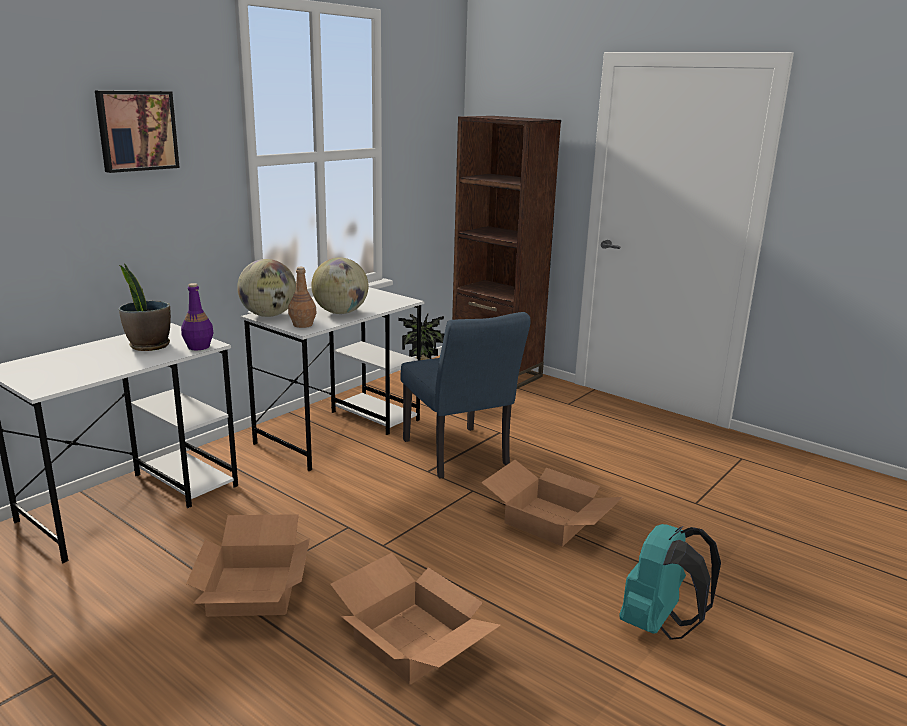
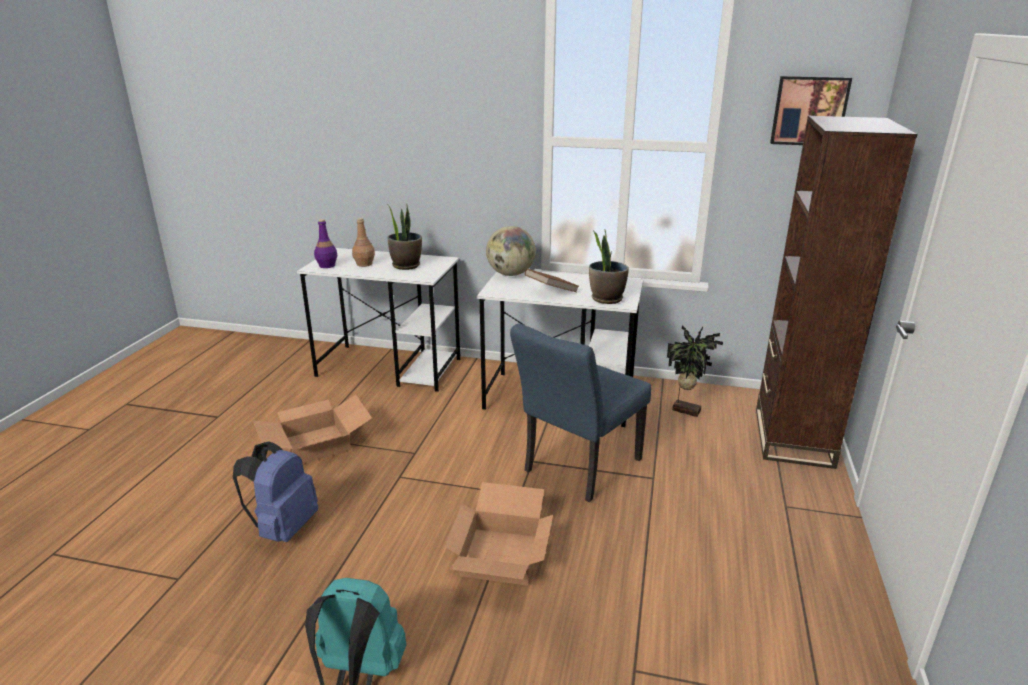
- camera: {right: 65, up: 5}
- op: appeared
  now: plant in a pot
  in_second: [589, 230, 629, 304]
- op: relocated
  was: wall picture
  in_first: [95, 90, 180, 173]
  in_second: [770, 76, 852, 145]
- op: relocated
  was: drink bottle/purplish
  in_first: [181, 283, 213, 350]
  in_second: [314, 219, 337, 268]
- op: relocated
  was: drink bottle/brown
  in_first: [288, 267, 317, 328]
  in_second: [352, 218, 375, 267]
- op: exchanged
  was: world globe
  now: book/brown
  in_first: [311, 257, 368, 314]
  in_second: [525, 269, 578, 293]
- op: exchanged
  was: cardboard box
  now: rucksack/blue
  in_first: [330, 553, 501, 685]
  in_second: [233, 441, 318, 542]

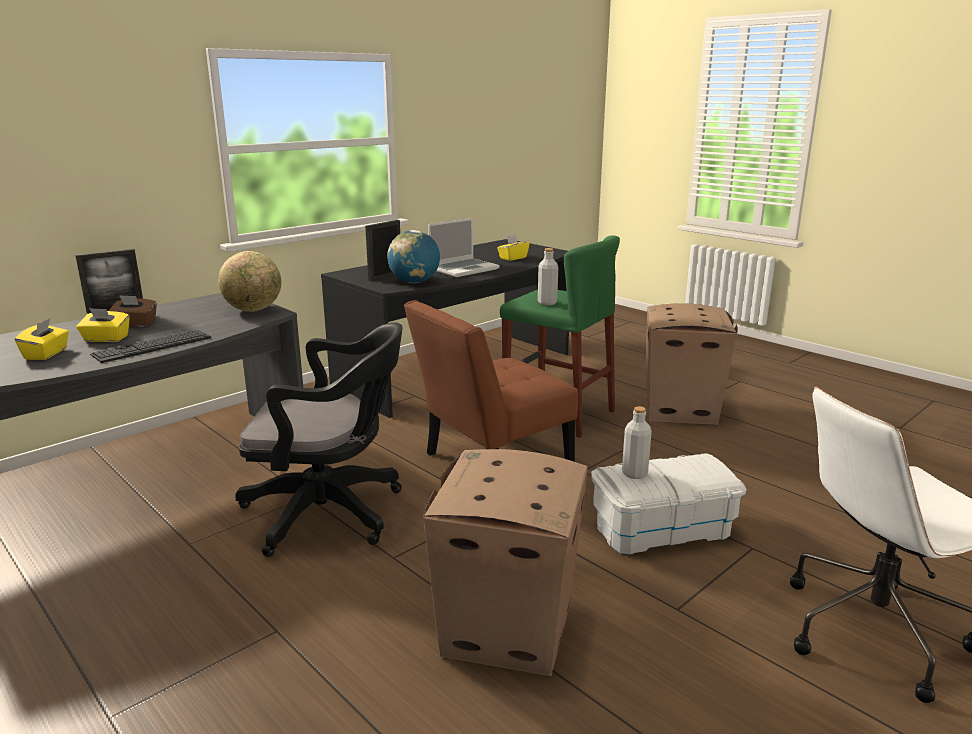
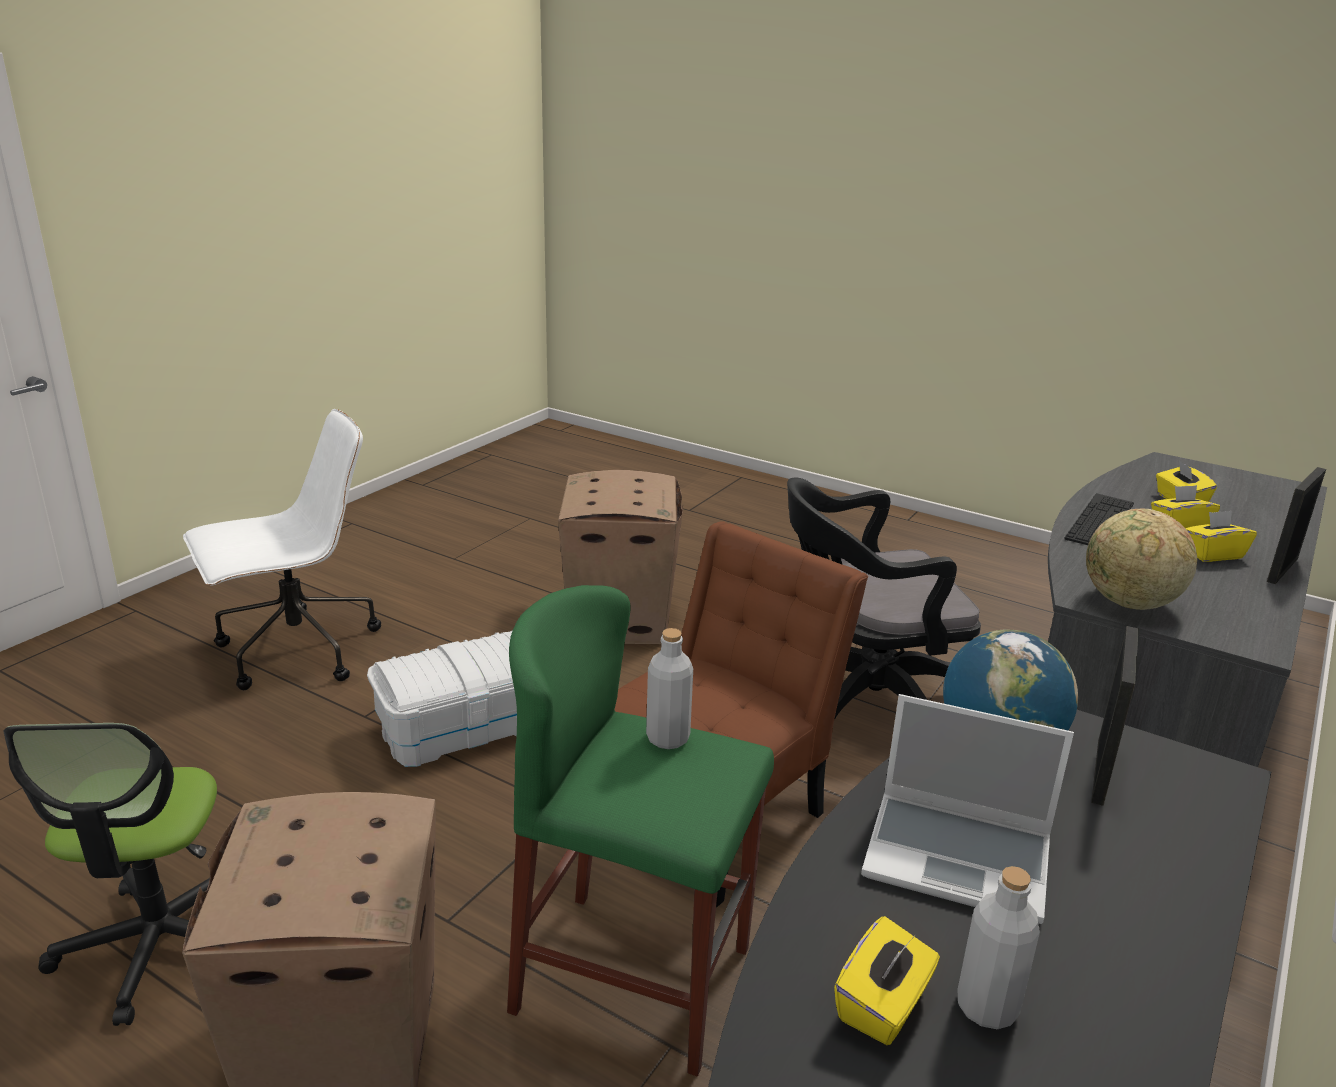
- camera: {right: 165, up: 5}
- op: appeared
  now: desk chair
  in_second: [3, 723, 217, 1026]
- op: relocated
  was: drink bottle/gray
  in_first: [622, 406, 652, 479]
  in_second: [958, 866, 1040, 1029]
- op: colour
  was: tissue box/brown
  now: tissue box/yellowish
  in_first: [109, 295, 157, 327]
  in_second: [1185, 511, 1257, 562]
- op: spun
  was: laptop
  in_first: [428, 218, 500, 277]
  in_second: [861, 694, 1074, 924]
  clockwise: -105

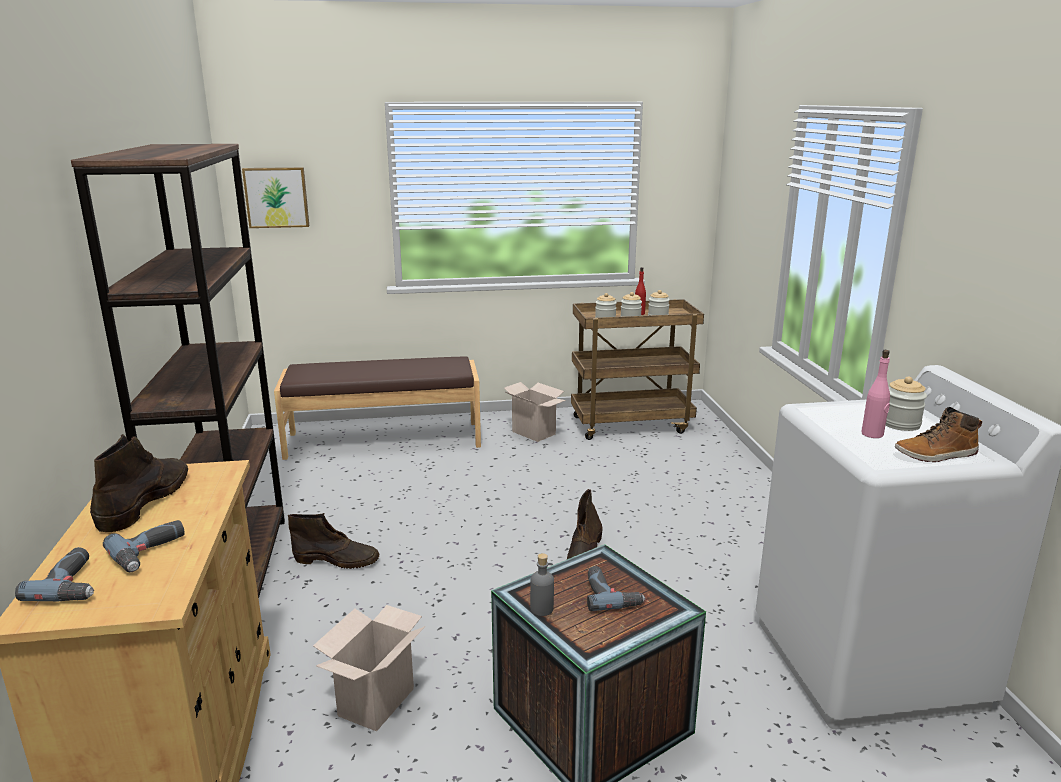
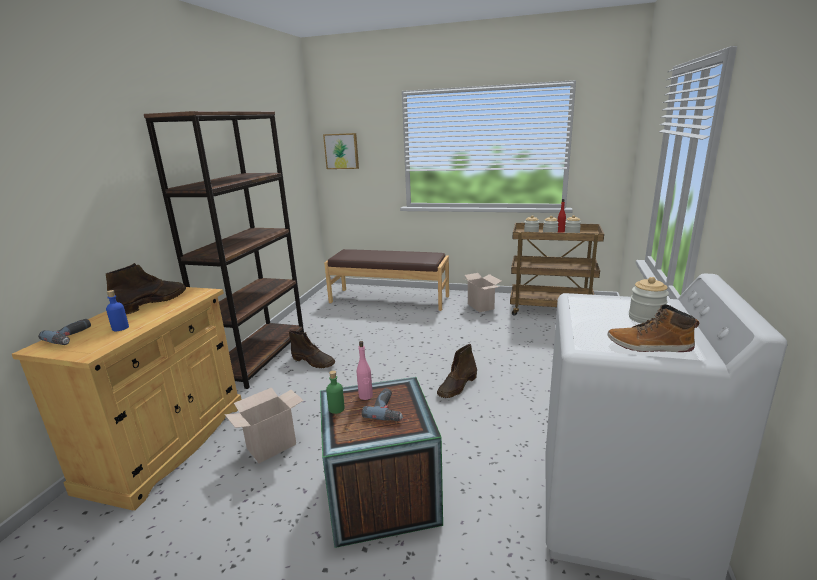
- camera: {right: 25, up: 0}
- op: relocated
  was: drink bottle/pink
  in_first: [861, 350, 890, 438]
  in_second: [357, 341, 373, 400]
- op: exchanged
  was: power drill
  now: drink bottle/blue
  in_first: [103, 520, 185, 572]
  in_second: [106, 290, 129, 331]
- op: colour
  was: drink bottle/gray
  now: drink bottle/green
  in_first: [530, 553, 554, 616]
  in_second: [326, 370, 345, 414]

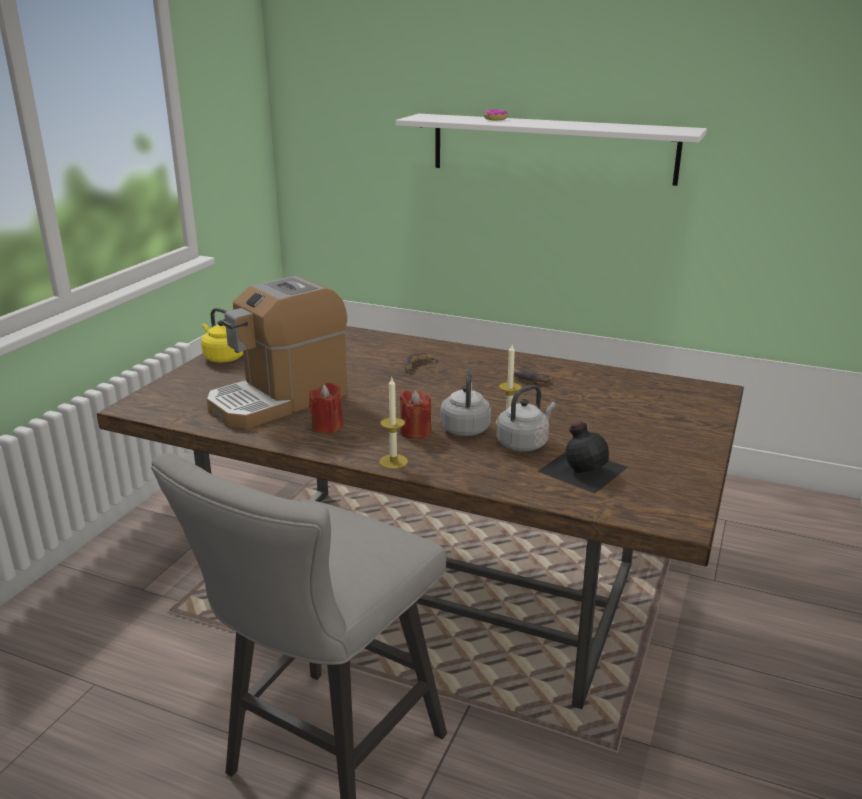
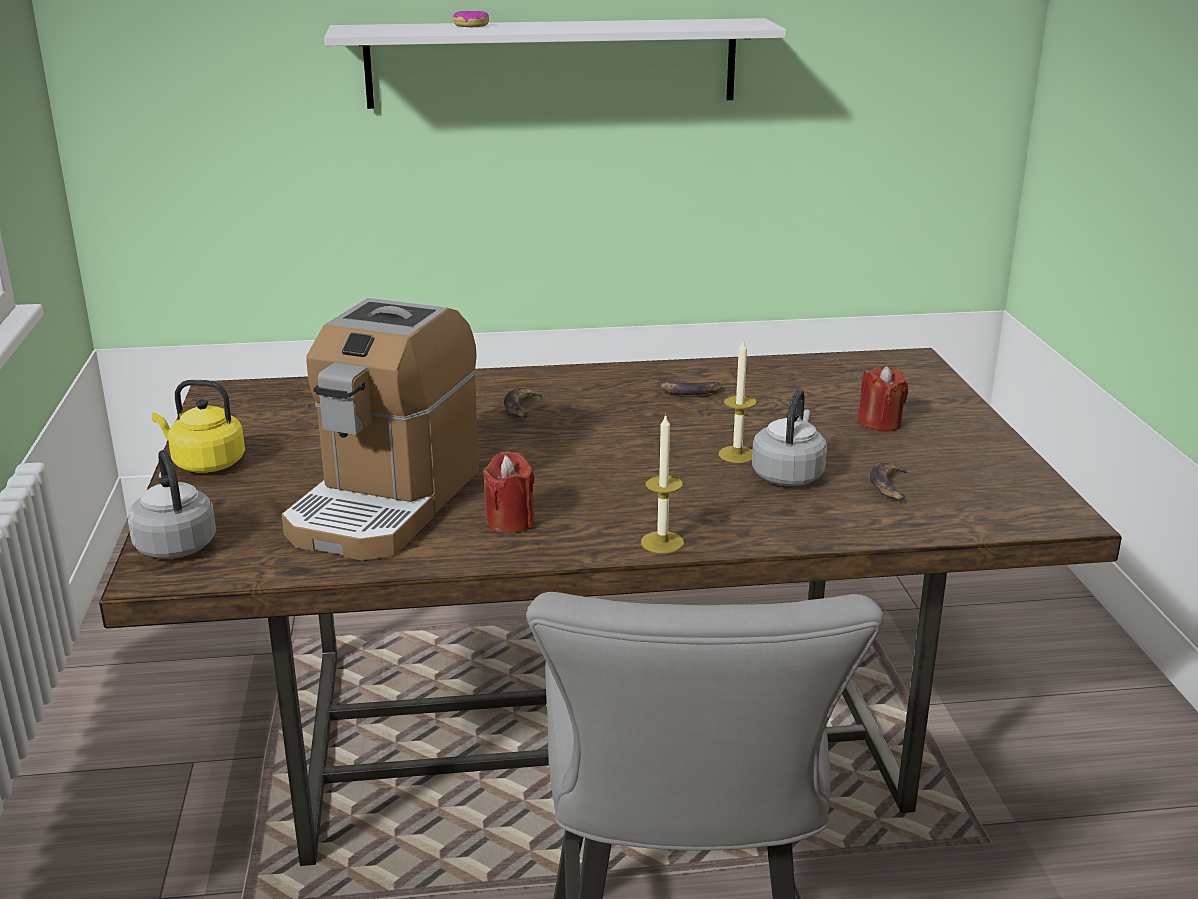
- camera: {right: -30, up: 0}
- op: relocated
  was: wax candle/red-coloured
  in_first: [400, 390, 431, 439]
  in_second: [857, 366, 908, 432]
- op: relocated
  was: kettle/gray
  in_first: [440, 370, 491, 436]
  in_second: [128, 450, 216, 559]
- op: exchanged
  was: drink bottle/black
  now: banana fruit
  in_first: [538, 421, 628, 493]
  in_second: [870, 462, 911, 500]

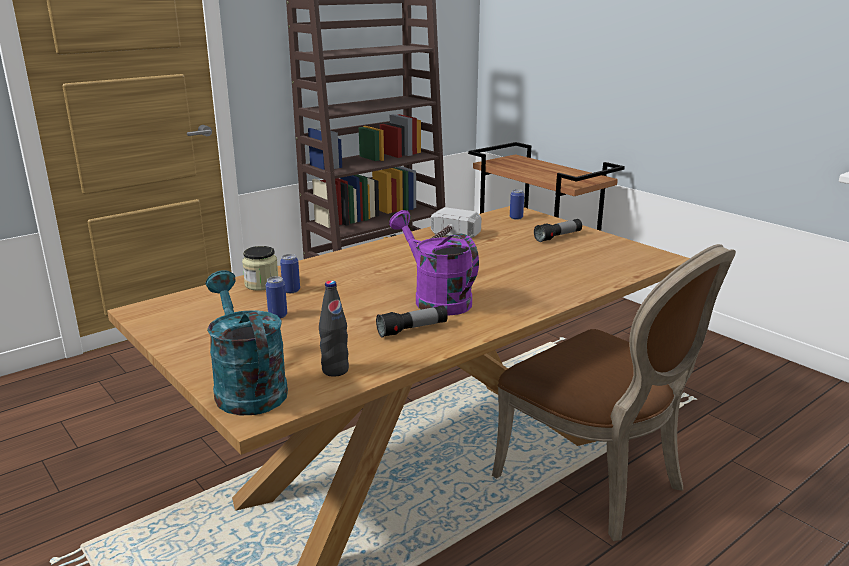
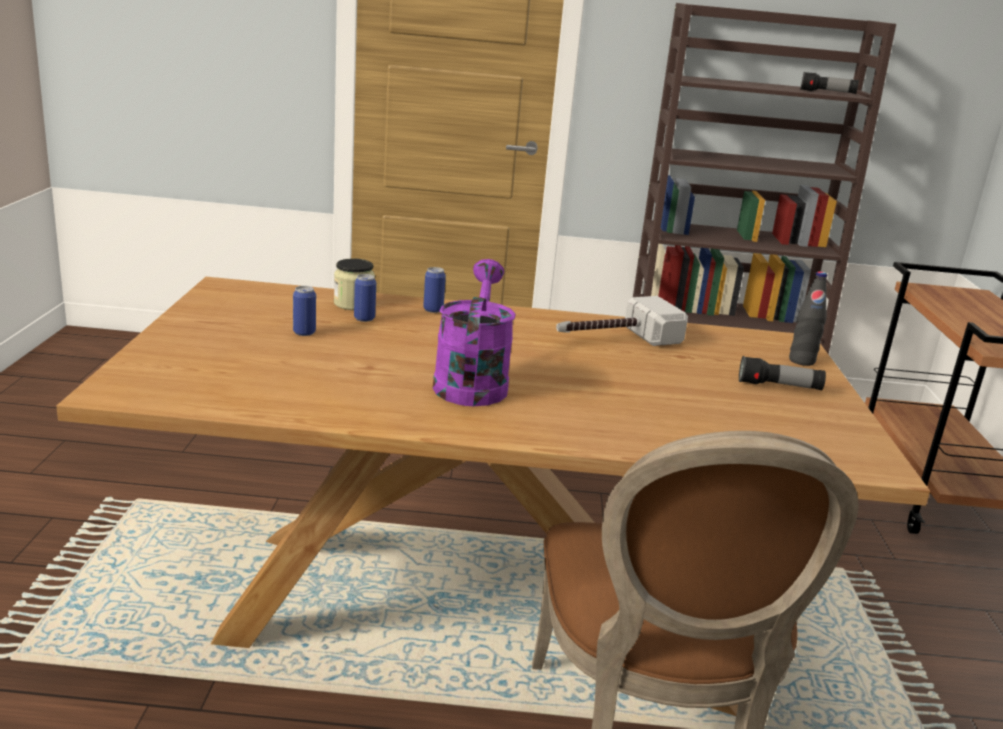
- camera: {right: 40, up: 0}
- op: missing
  was: watering can/blue-green
  in_first: [205, 270, 288, 416]
- op: relocated
  was: drink bottle/black
  in_first: [319, 281, 349, 377]
  in_second: [789, 271, 827, 366]
- op: relocated
  was: flashlight
  in_first: [376, 305, 447, 338]
  in_second: [800, 72, 859, 94]
- op: relocated
  was: sealed can
  in_first: [510, 189, 524, 220]
  in_second: [423, 267, 446, 313]

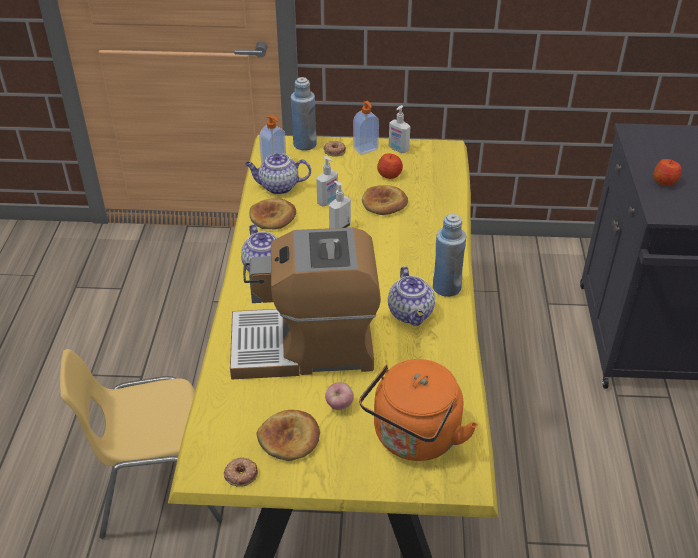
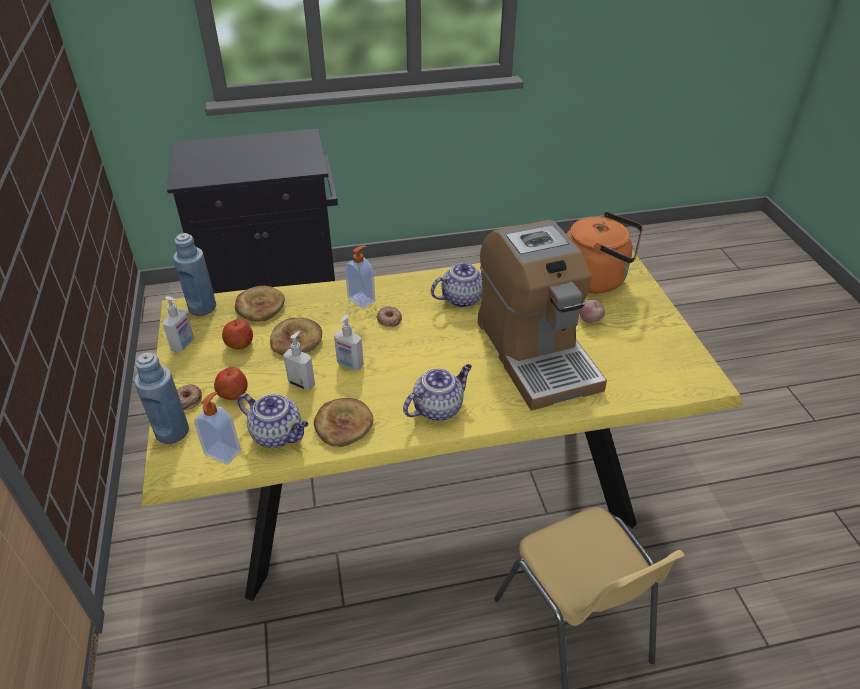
- camera: {right: -105, up: 0}
- op: relocated
  was: doughnut
  in_first: [224, 458, 258, 487]
  in_second: [377, 306, 402, 327]
- op: relocated
  was: bakery bread
  in_first: [256, 410, 320, 461]
  in_second: [235, 286, 285, 322]
- op: relocated
  was: soap dispenser
  in_first: [353, 101, 379, 155]
  in_second: [345, 246, 375, 308]
- op: relocated
  was: drink bottle/blue
  in_first: [433, 214, 466, 297]
  in_second: [173, 233, 216, 316]
- op: relocated
  was: apple fruit
  in_first: [653, 159, 682, 186]
  in_second: [214, 367, 248, 400]
- op: spun
  was: pot for tea
  in_first: [245, 153, 311, 195]
  in_second: [238, 393, 309, 448]
  clockwise: -45

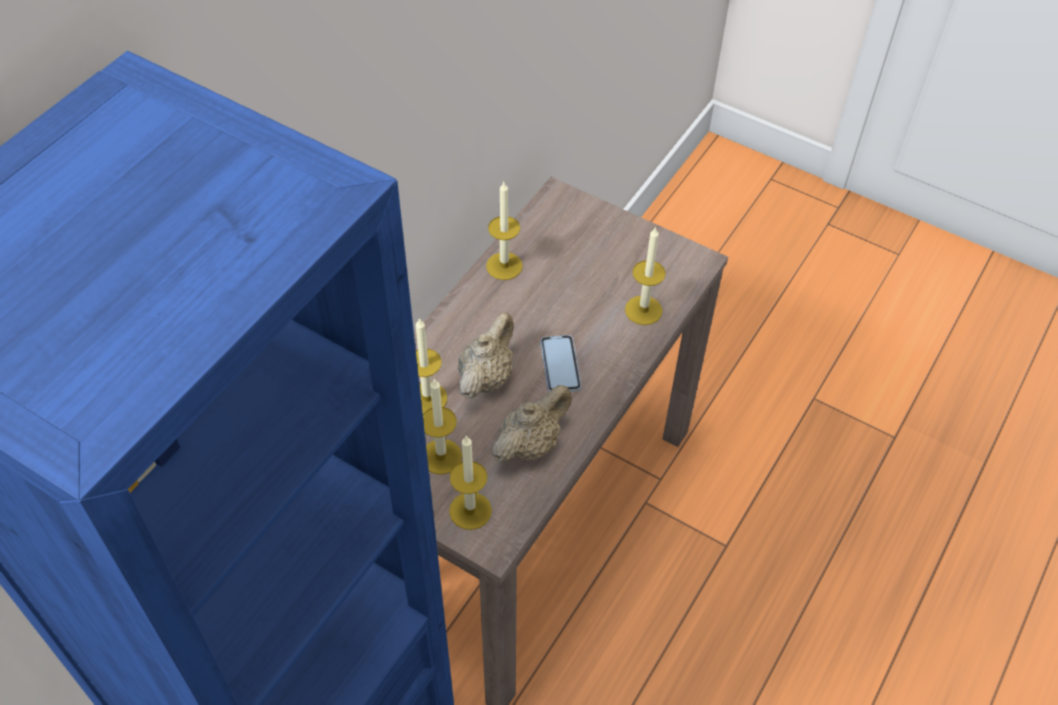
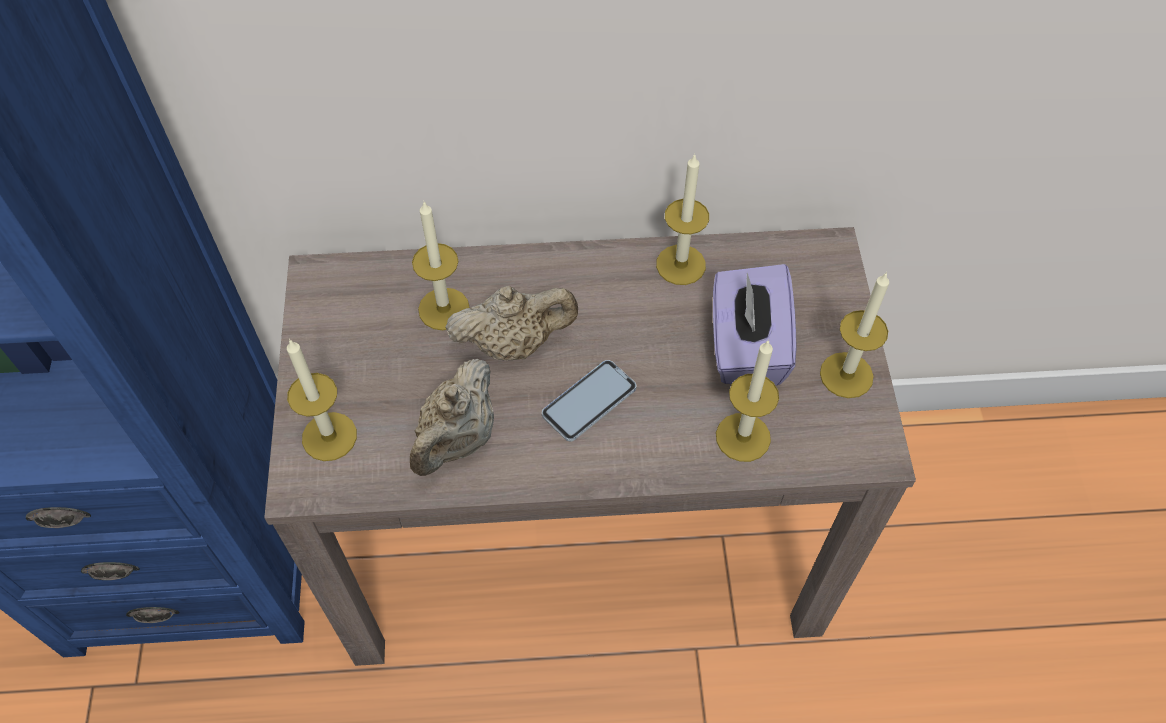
- camera: {right: 55, up: 5}
- op: appeared
  now: tissue box/purplish
  in_second: [713, 264, 797, 386]
- op: relocated
  was: wax candle
  in_first: [423, 378, 462, 475]
  in_second: [820, 272, 889, 398]
- op: spun
  was: pot for tea/beige-coloured
  in_first: [492, 385, 572, 463]
  in_second: [410, 358, 494, 476]
  clockwise: 105

